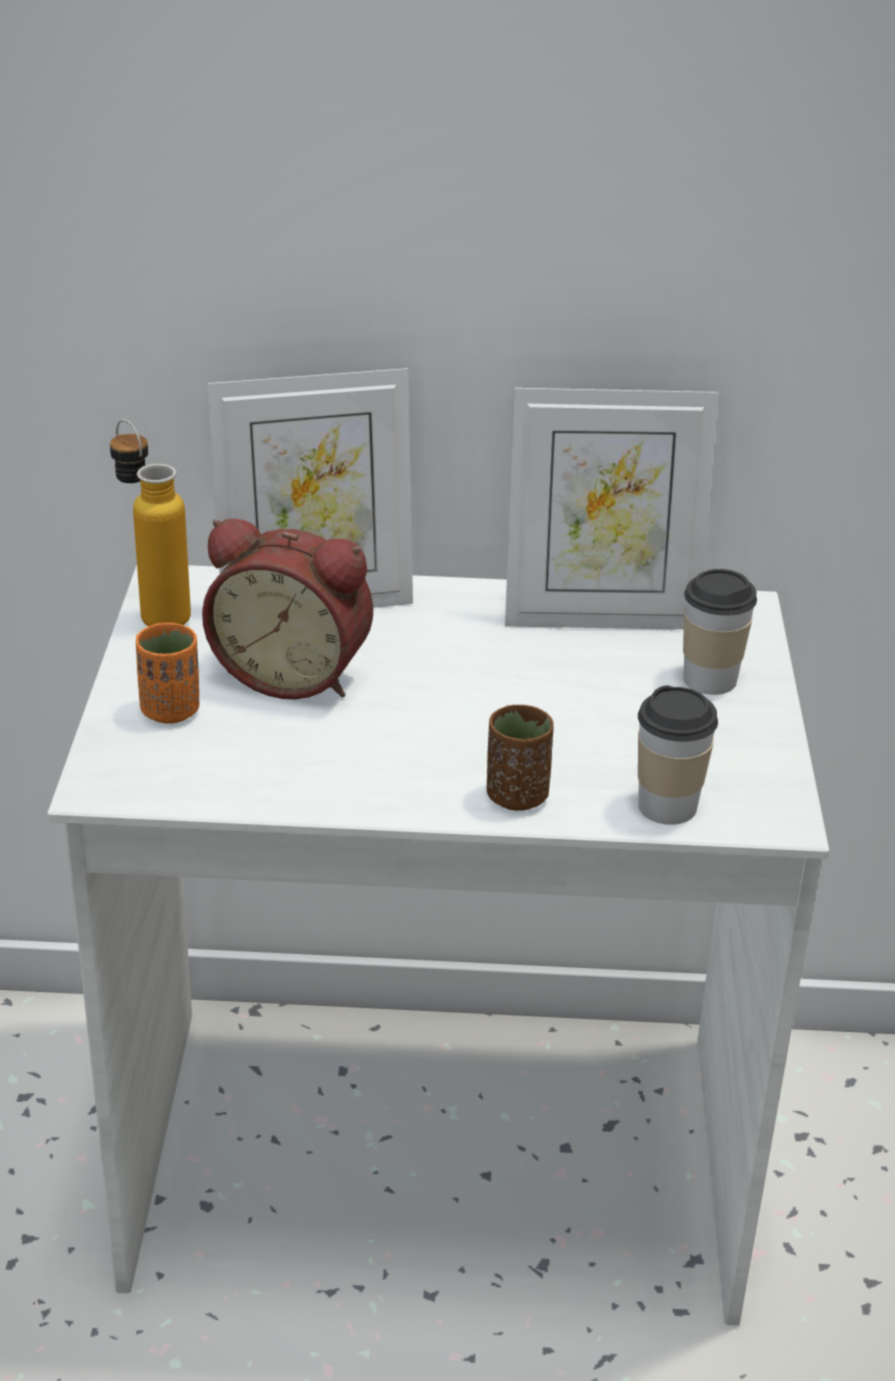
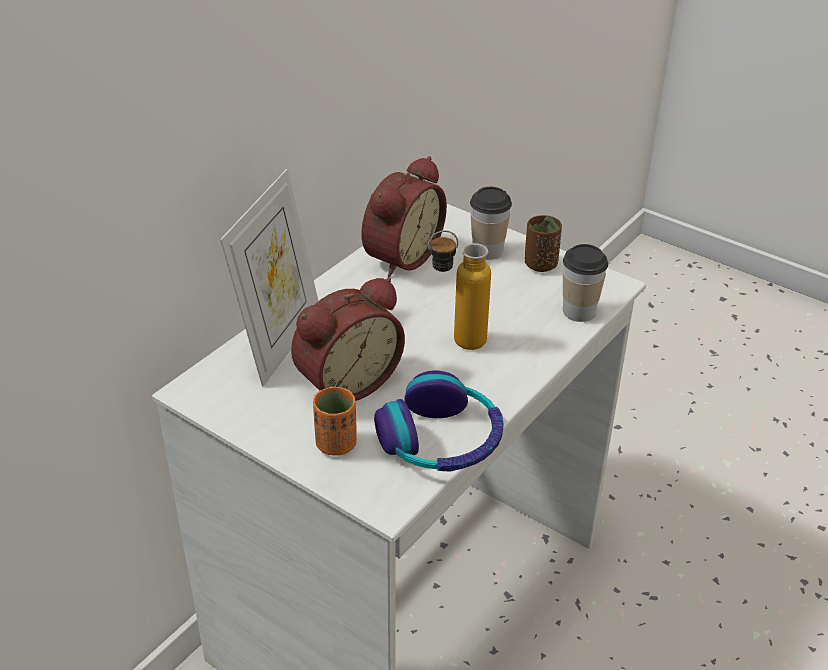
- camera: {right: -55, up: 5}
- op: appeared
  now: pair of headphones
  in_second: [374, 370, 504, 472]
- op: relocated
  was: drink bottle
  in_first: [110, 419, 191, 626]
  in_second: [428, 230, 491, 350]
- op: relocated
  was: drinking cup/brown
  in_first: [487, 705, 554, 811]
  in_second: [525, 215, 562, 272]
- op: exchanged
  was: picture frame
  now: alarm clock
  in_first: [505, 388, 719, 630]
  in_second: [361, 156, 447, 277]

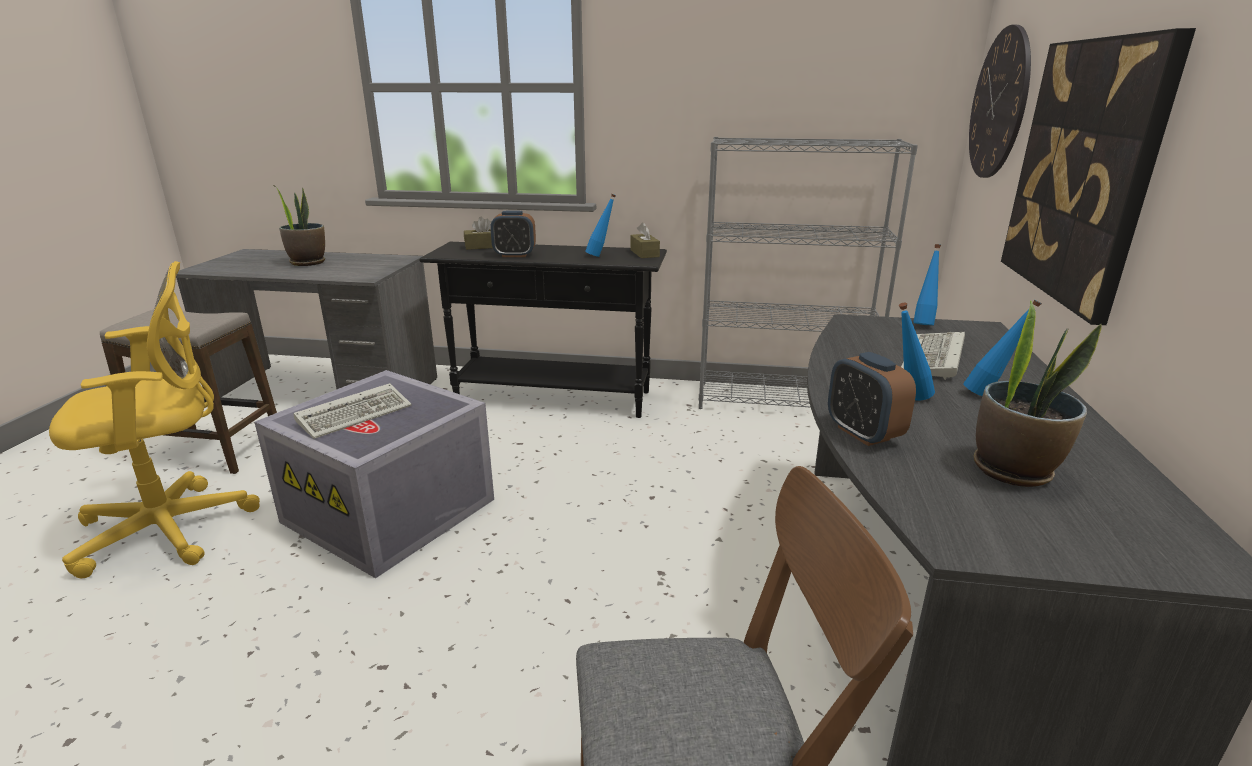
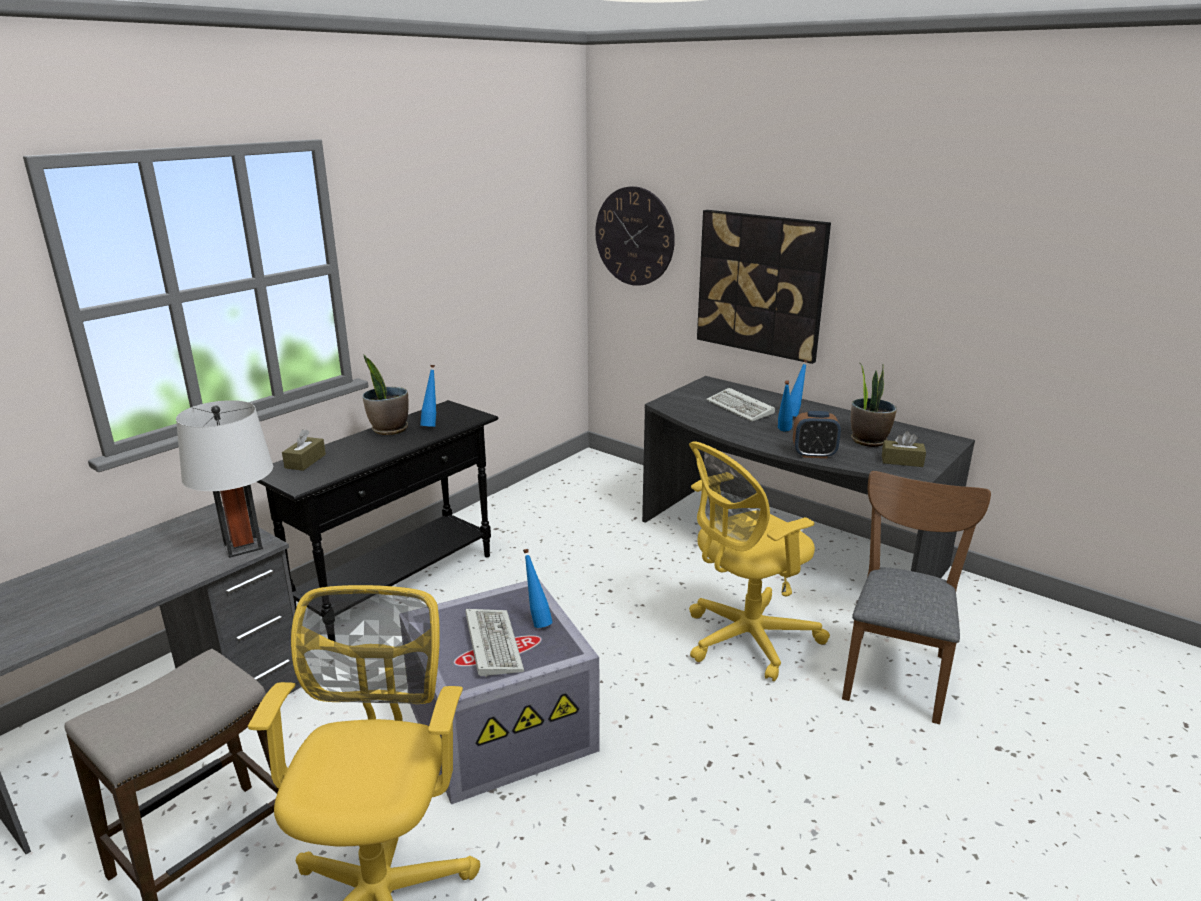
- camera: {right: -60, up: 0}
- op: missing
  was: alarm clock
  in_first: [490, 210, 536, 257]
- op: missing
  was: shelving unit/gray
  in_first: [699, 137, 918, 409]
- op: appeared
  now: lamp for a table/white-coloured
  in_second: [176, 400, 273, 558]
- op: appeared
  now: desk chair/yellowish
  in_second: [689, 441, 830, 681]
- op: relocated
  was: plant in a pot
  in_first: [275, 186, 325, 266]
  in_second: [362, 355, 409, 435]
- op: relocated
  was: tissue box/brown
  in_first: [630, 222, 660, 258]
  in_second: [882, 431, 926, 467]
- op: relocated
  was: drink bottle/blue
  in_first: [913, 244, 941, 326]
  in_second: [523, 549, 553, 628]

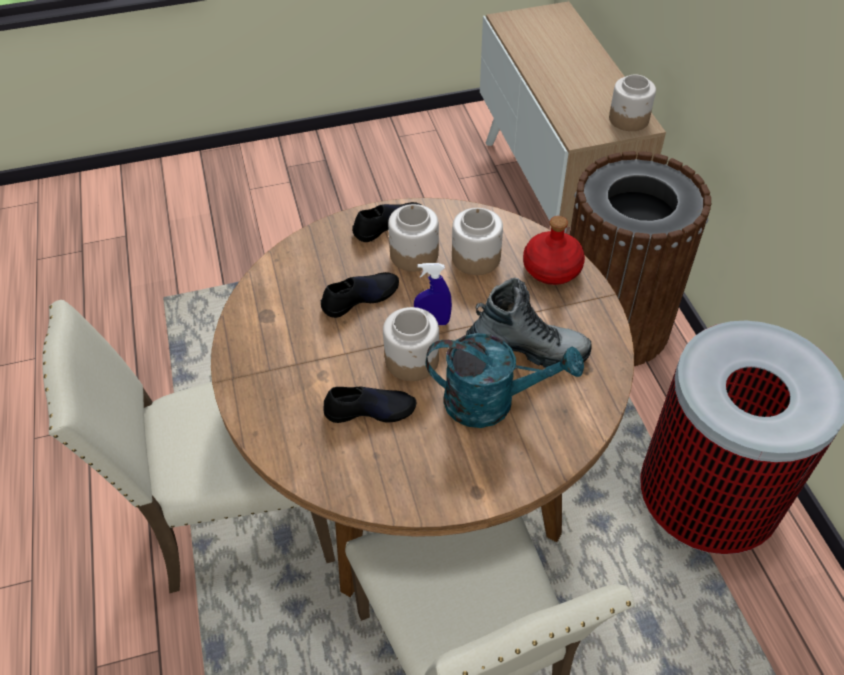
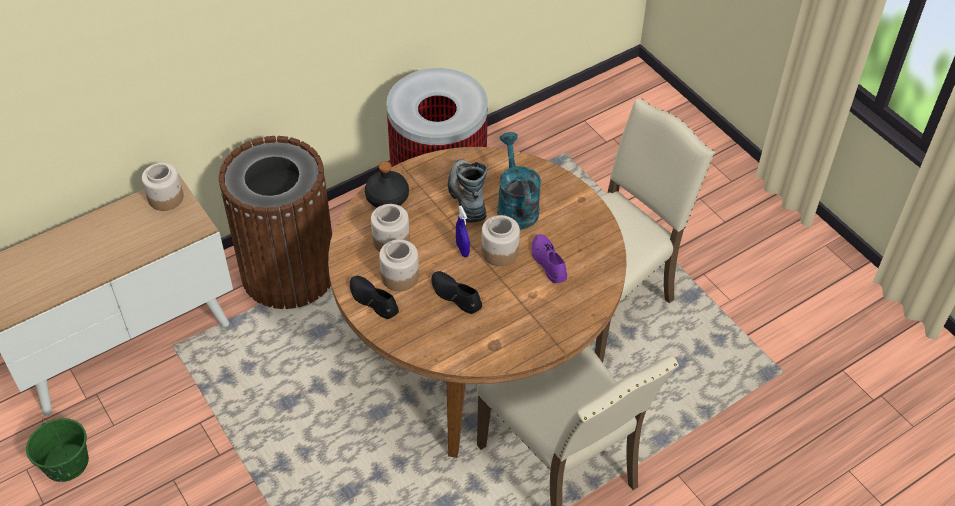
- camera: {right: -110, up: 0}
- op: appeared
  now: water bucket/green
  in_second: [26, 418, 89, 482]
- op: colour
  was: shoe/black
  now: shoe/purplish
  in_first: [324, 387, 416, 423]
  in_second: [532, 234, 567, 283]
- op: colour
  was: drink bottle/red-coloured
  now: drink bottle/black
  in_first: [523, 216, 585, 285]
  in_second: [365, 161, 409, 208]

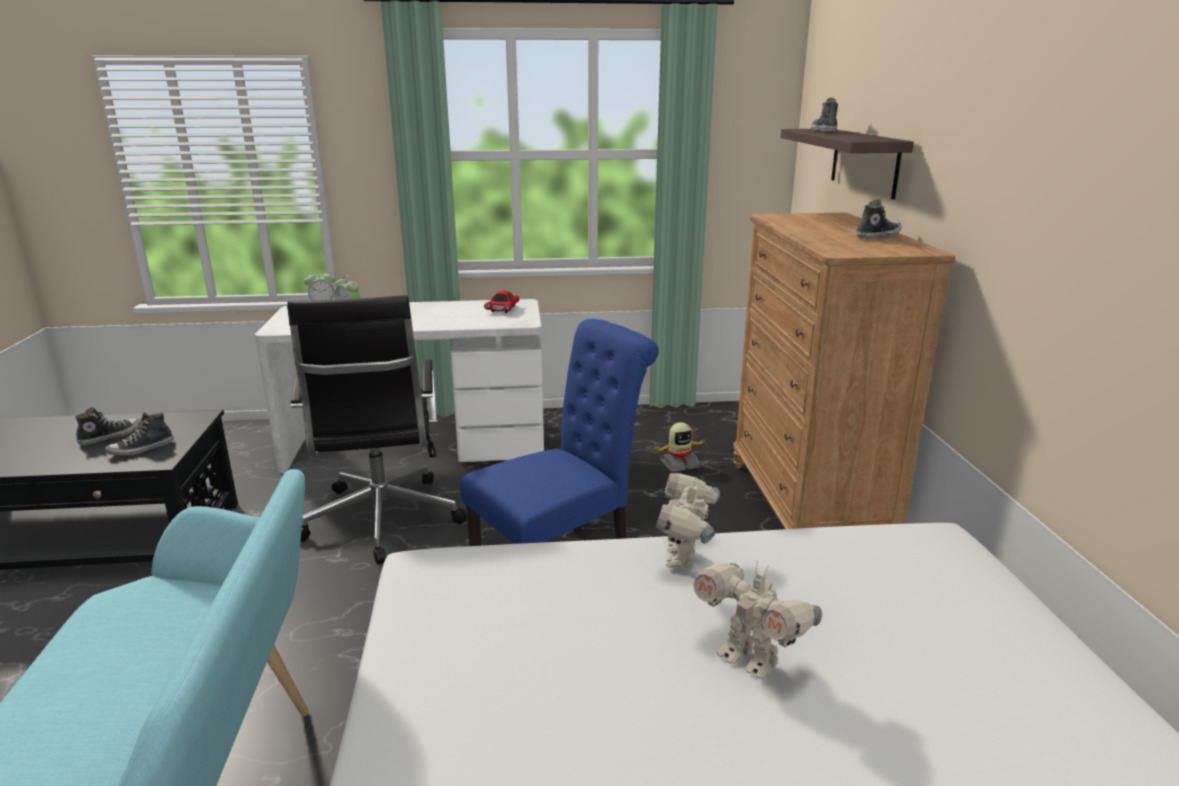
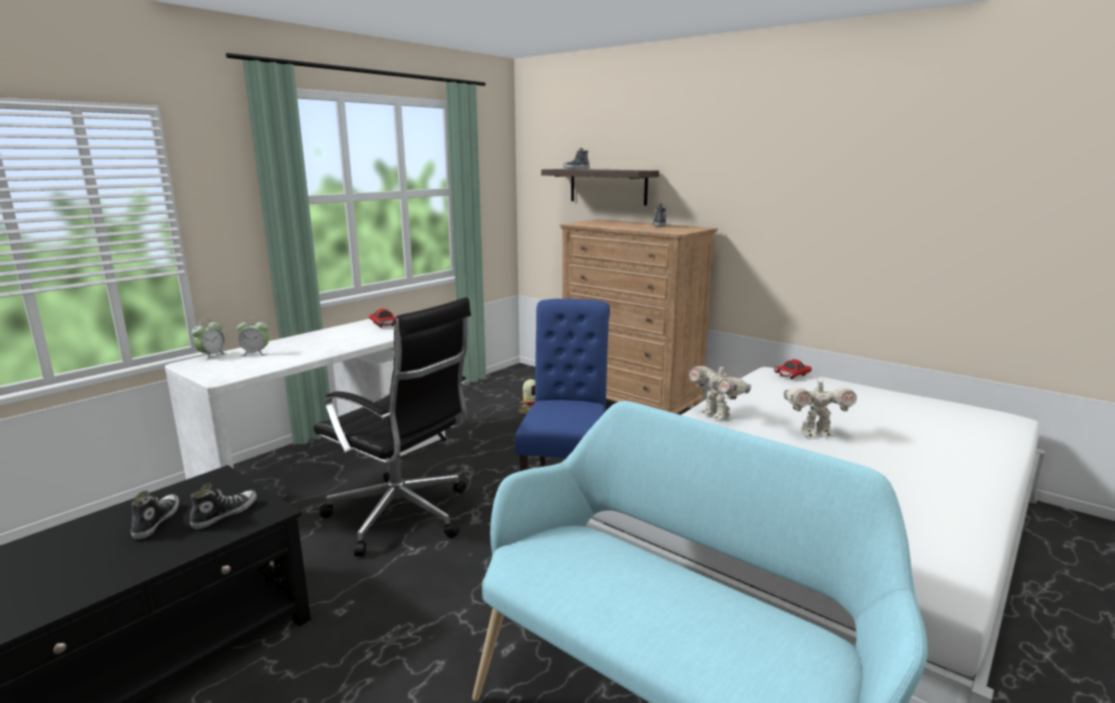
- camera: {right: -45, up: -5}
- op: appeared
  now: model car/red-coloured
  in_second: [774, 359, 812, 379]
- op: spun
  was: shoe
  in_first: [105, 412, 173, 456]
  in_second: [190, 484, 257, 529]
  clockwise: -150

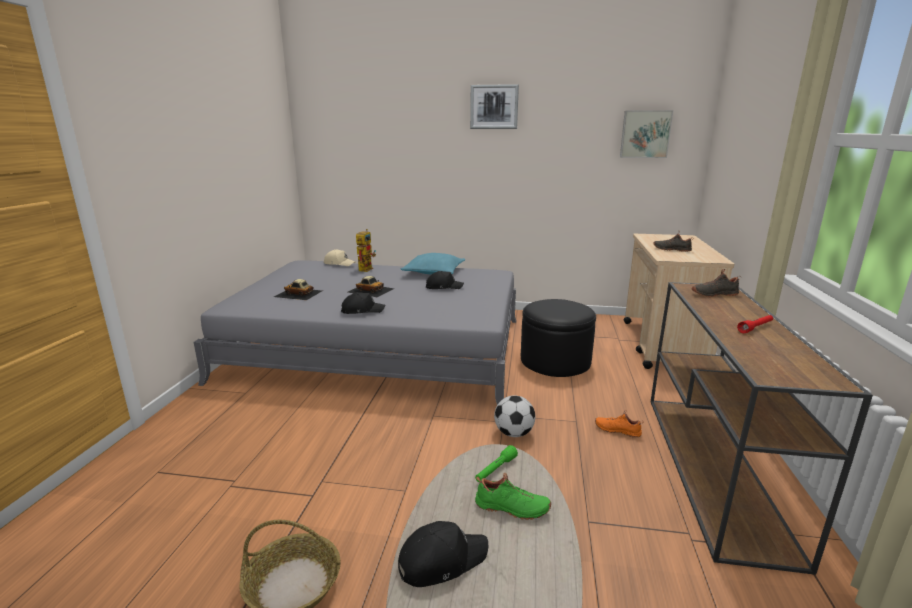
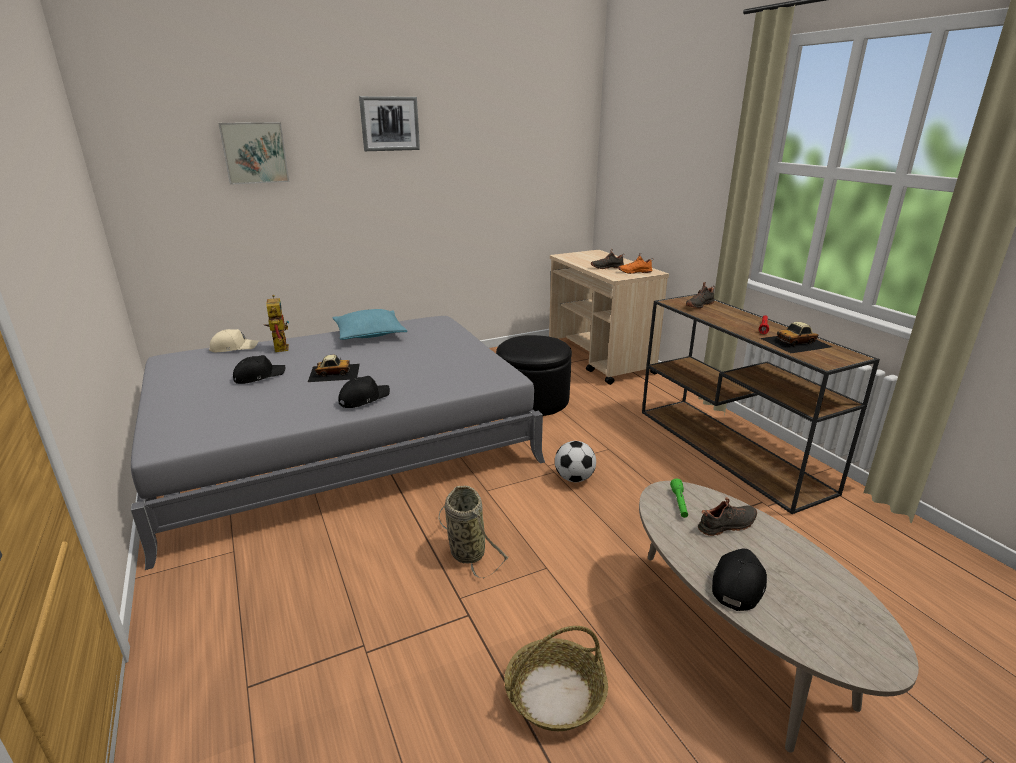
- camera: {right: -35, up: 5}
- op: appeared
  now: household basket
  in_second: [438, 485, 509, 579]
- op: relocated
  was: model car
  in_first: [274, 279, 322, 300]
  in_second: [760, 322, 832, 353]
- op: relocated
  was: baseball cap/black
  in_first: [426, 271, 464, 289]
  in_second: [233, 355, 285, 384]
- op: relocated
  was: shoe/orangey
  in_first: [595, 410, 644, 438]
  in_second: [618, 253, 652, 274]
- op: relocated
  was: wall picture
  in_first: [620, 110, 673, 158]
  in_second: [218, 122, 289, 185]
- op: colour
  was: shoe/green
  now: shoe/black
  in_first: [475, 473, 551, 520]
  in_second: [698, 497, 757, 536]

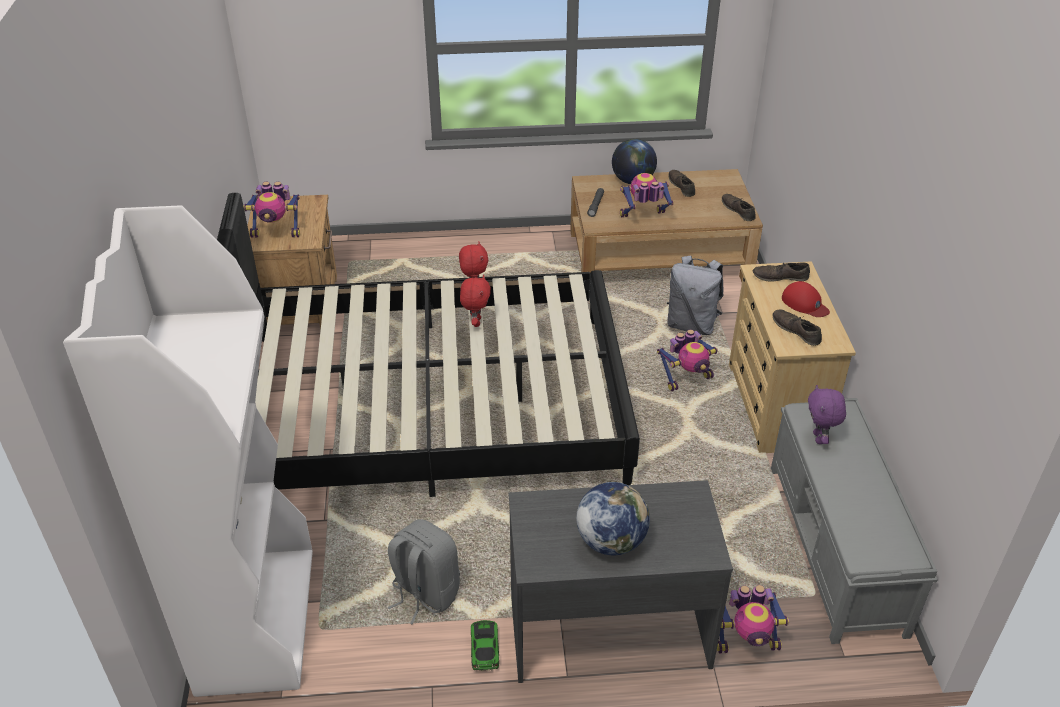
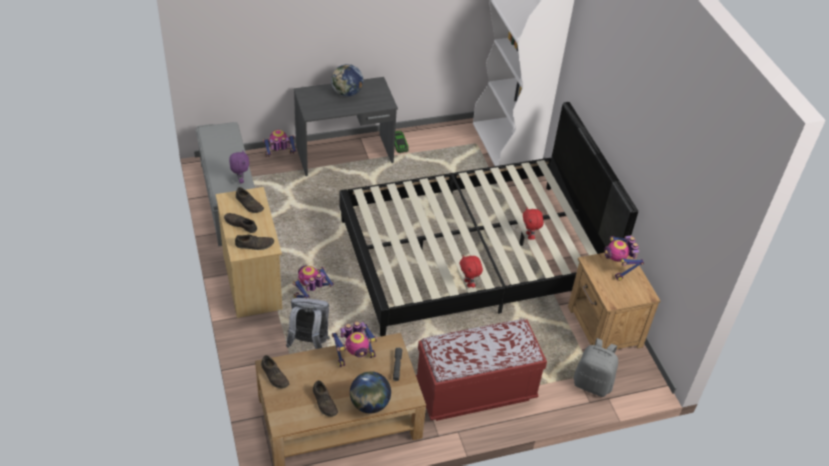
- camera: {right: 165, up: 5}
- op: appeared
  now: long seat/red-coloured
  in_second: [416, 319, 547, 421]
- op: relocated
  was: rucksack/gray
  in_first: [388, 519, 460, 625]
  in_second: [574, 338, 618, 397]
- op: relocated
  was: plush toy/red-coloured
  in_first: [460, 275, 491, 327]
  in_second: [523, 207, 544, 240]
- op: exchanged
  was: baseball cap/red-coloured
  now: shoe/brown
  in_first: [782, 281, 830, 317]
  in_second: [224, 213, 257, 233]
- op: spun
  was: toy robot
  in_first: [244, 182, 300, 238]
  in_second: [604, 236, 644, 281]
  clockwise: -90

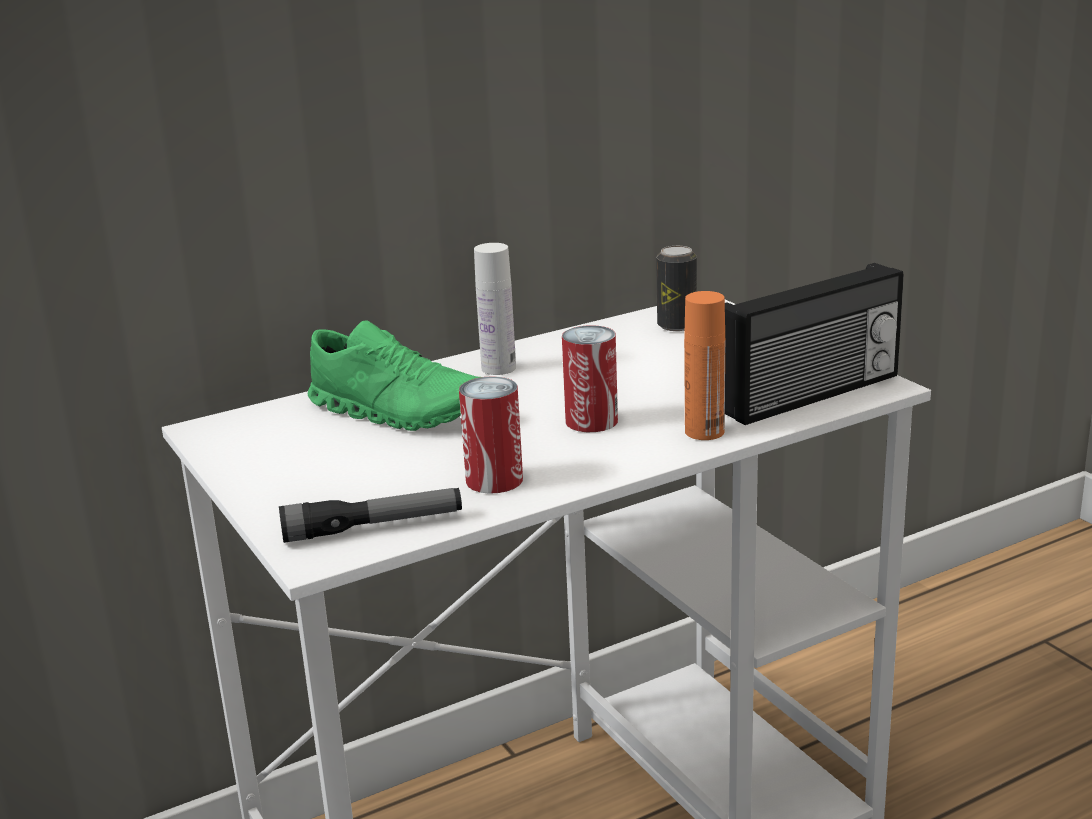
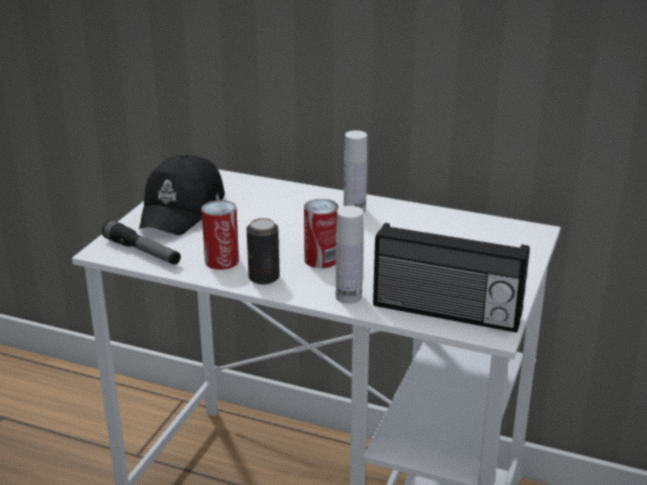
- camera: {right: 50, up: 5}
- op: missing
  was: shoe/green
  in_first: [308, 320, 481, 431]
- op: appeared
  now: baseball cap/black
  in_second: [139, 154, 225, 235]
- op: relocated
  was: sealed can
  in_first: [656, 246, 697, 331]
  in_second: [246, 218, 280, 285]
- op: colour
  was: drink bottle/orangey
  now: drink bottle/white-coloured
  in_first: [684, 291, 725, 440]
  in_second: [336, 206, 363, 304]

